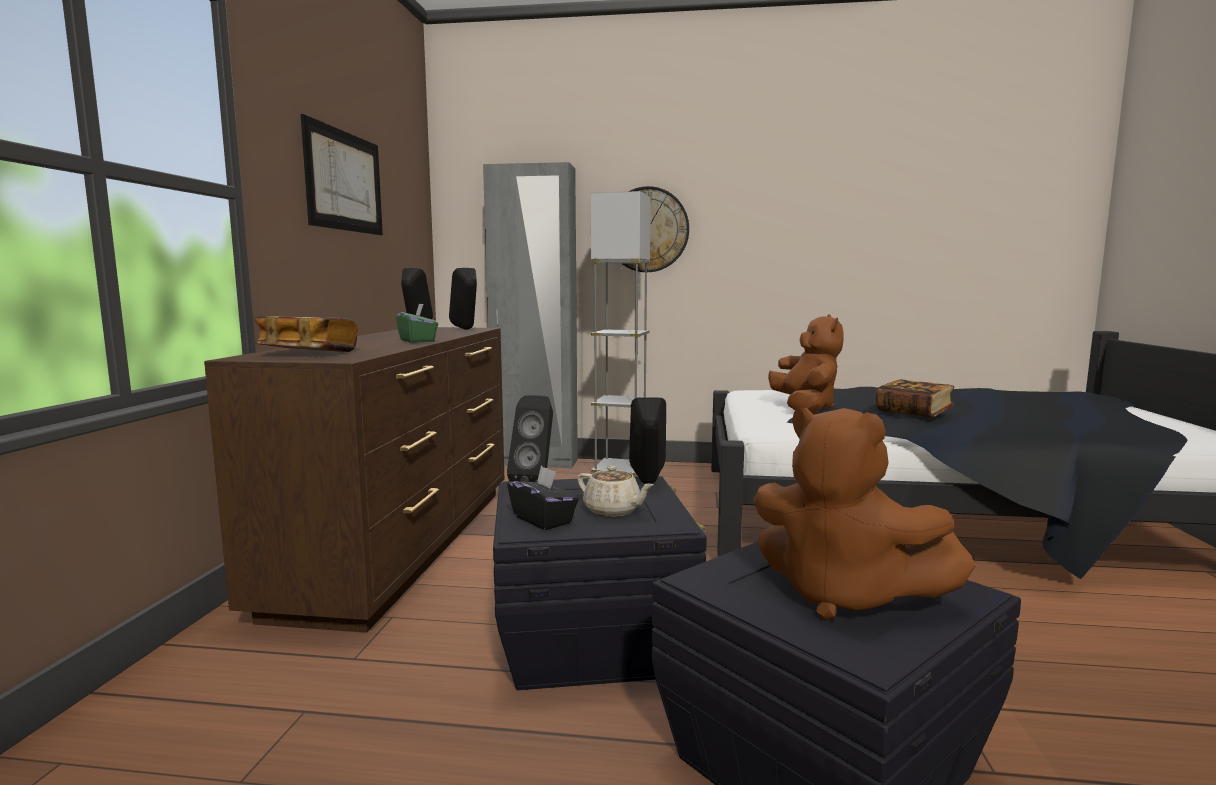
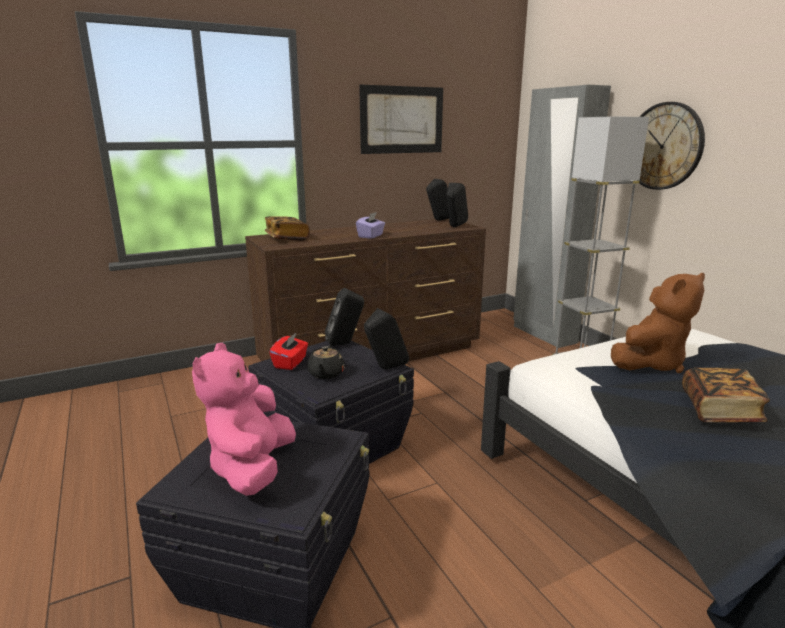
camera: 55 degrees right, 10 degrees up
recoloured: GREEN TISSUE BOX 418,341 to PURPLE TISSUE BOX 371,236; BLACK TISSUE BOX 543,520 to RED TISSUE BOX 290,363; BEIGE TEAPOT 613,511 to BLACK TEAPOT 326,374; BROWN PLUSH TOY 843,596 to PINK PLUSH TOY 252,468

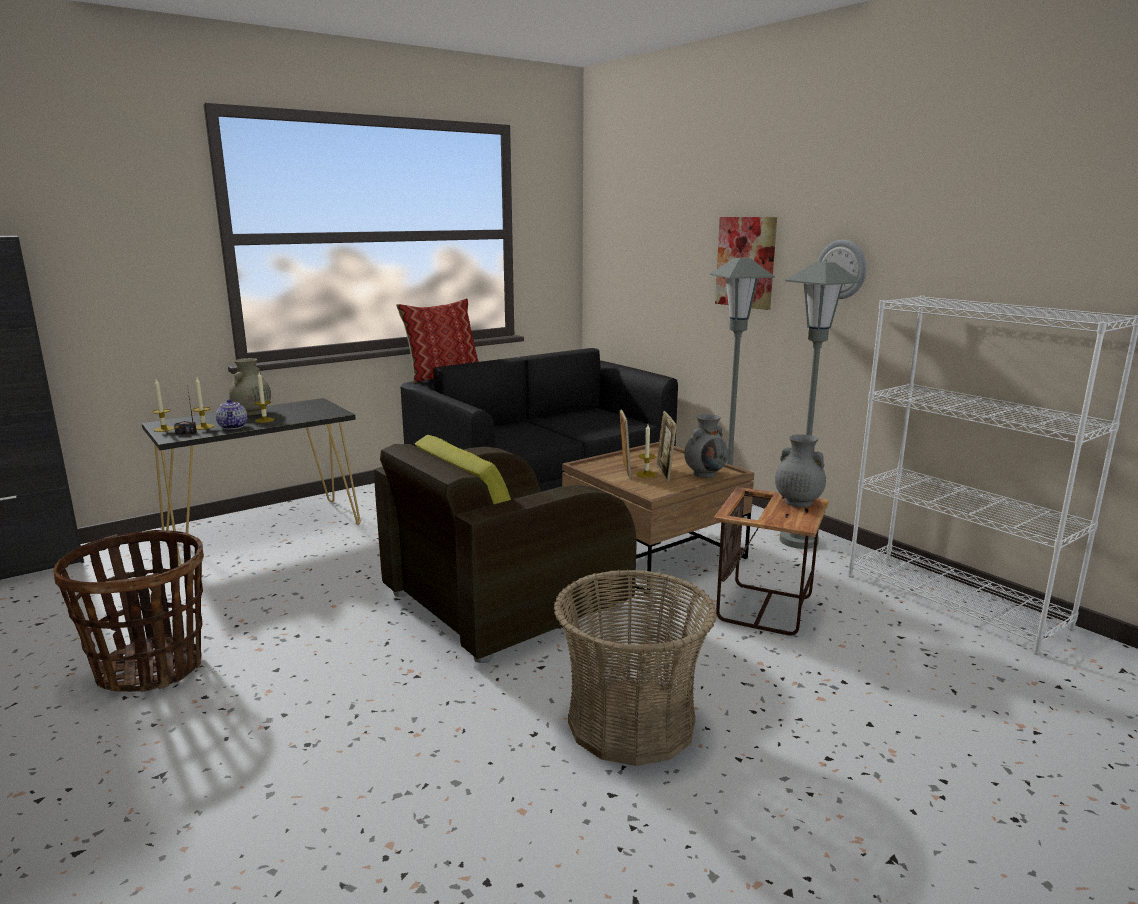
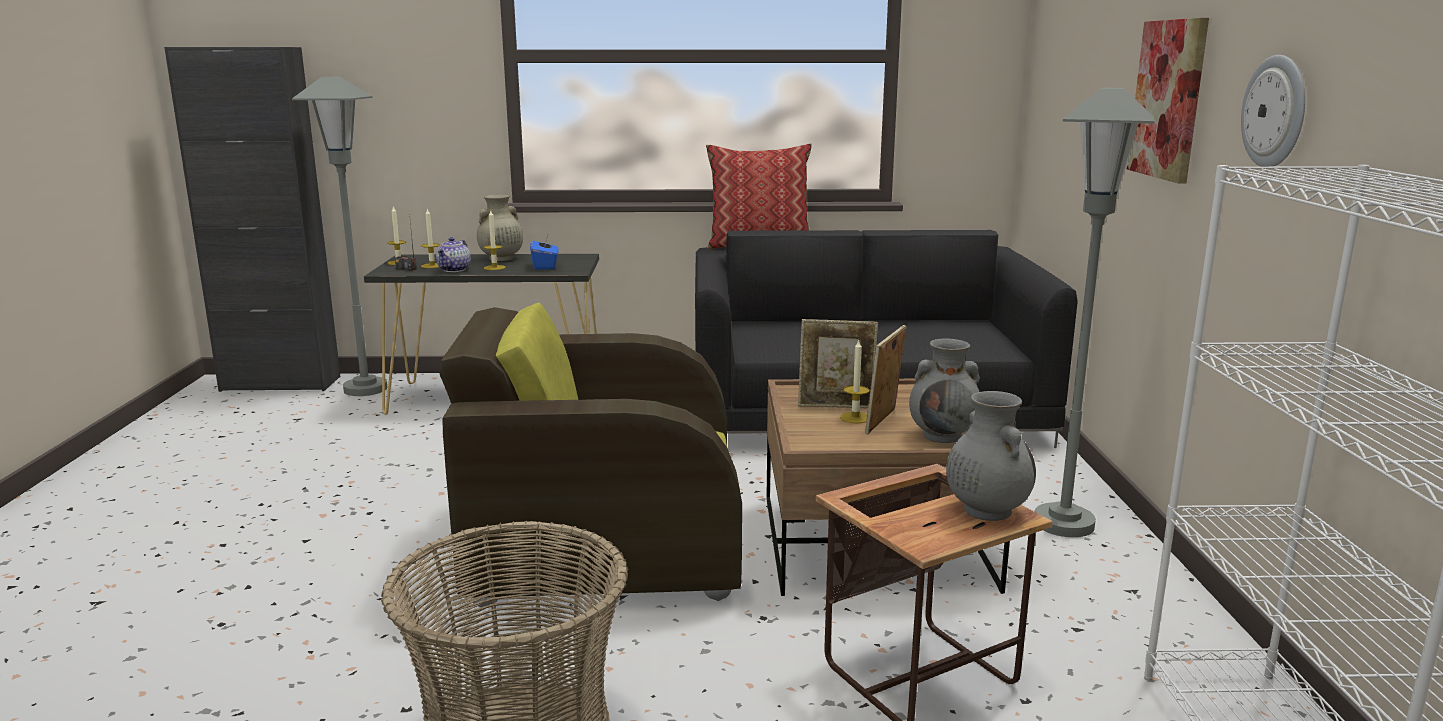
camera: 35 degrees right, 0 degrees up
removed: BASKET 151,668
added: BLUE TISSUE BOX 545,266
moved: GREY FLOOR LAMP 798,541 to 365,389
turned: PICTURE FRAME 625,470 = 836,406 60 degrees clockwise

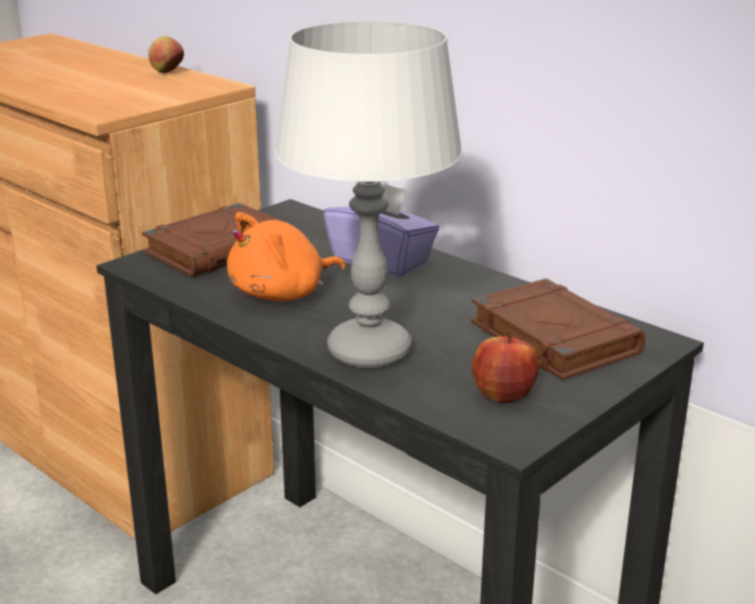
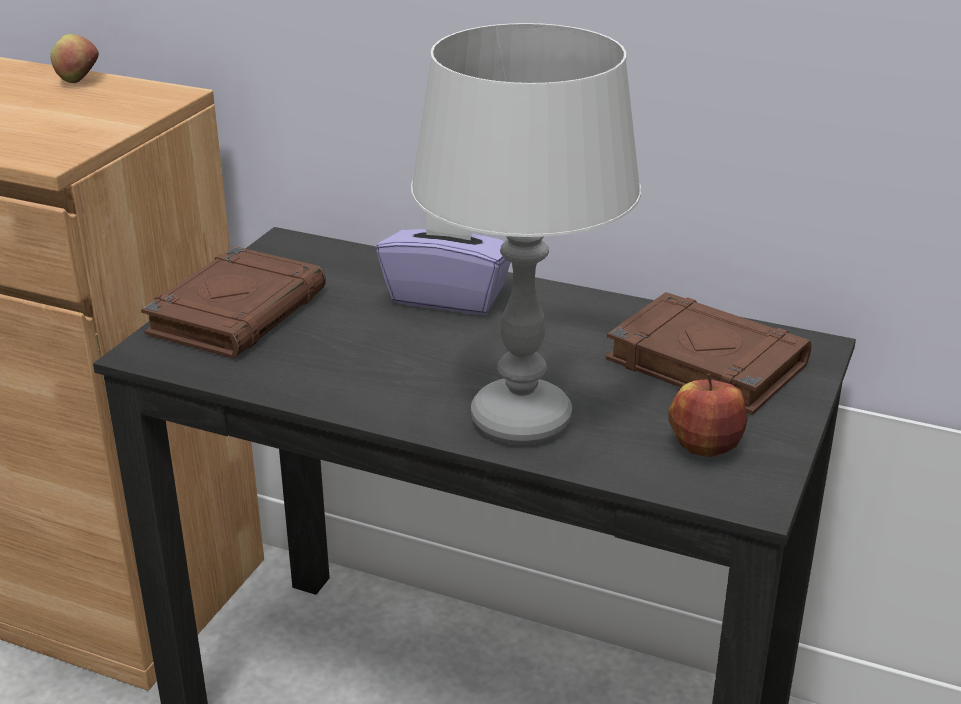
camera: 20 degrees left, 5 degrees up
removed: ORANGE PLUSH TOY 282,294

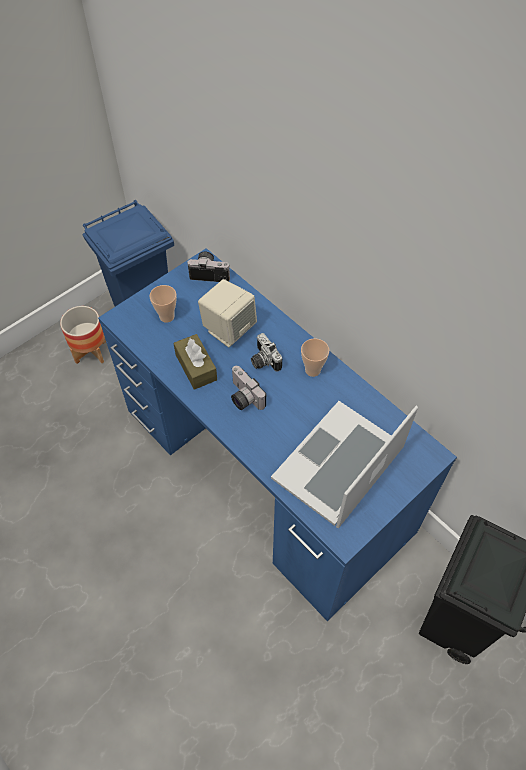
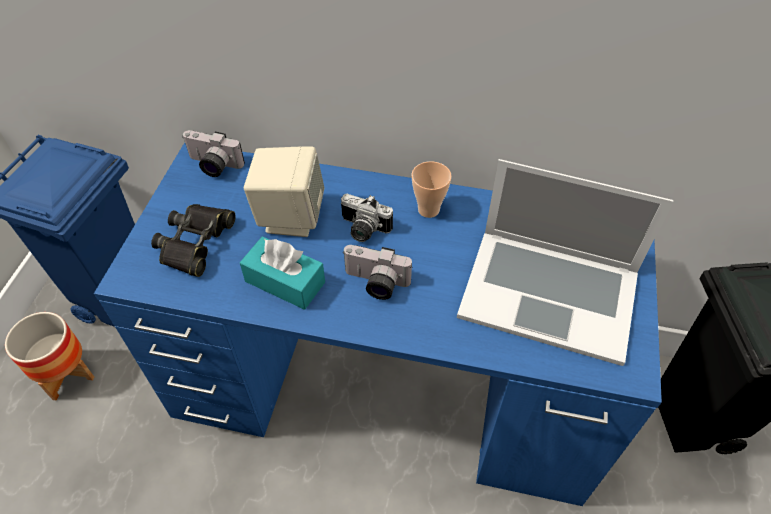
camera: 35 degrees left, 5 degrees down
replaced: CUP 167,316 to BLACK BINOCULARS 195,242
recoloured: BROWN TISSUE BOX 196,367 to TURQUOISE TISSUE BOX 285,282
turned: PHOTO CAMERA 210,272 = 213,166 135 degrees counterclockwise; LAPTOP 339,463 = 549,292 75 degrees counterclockwise

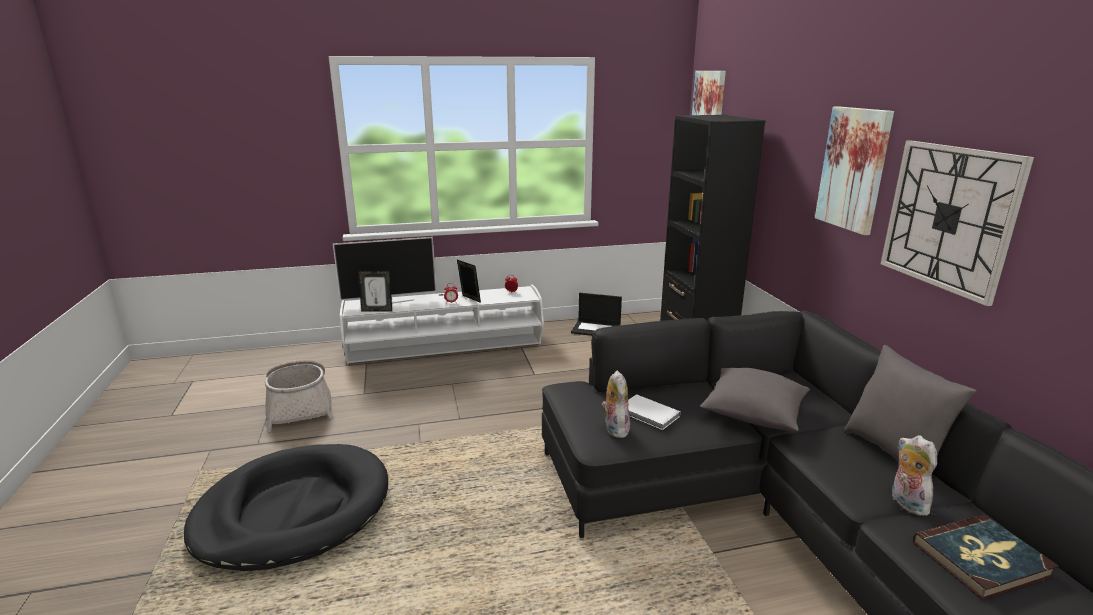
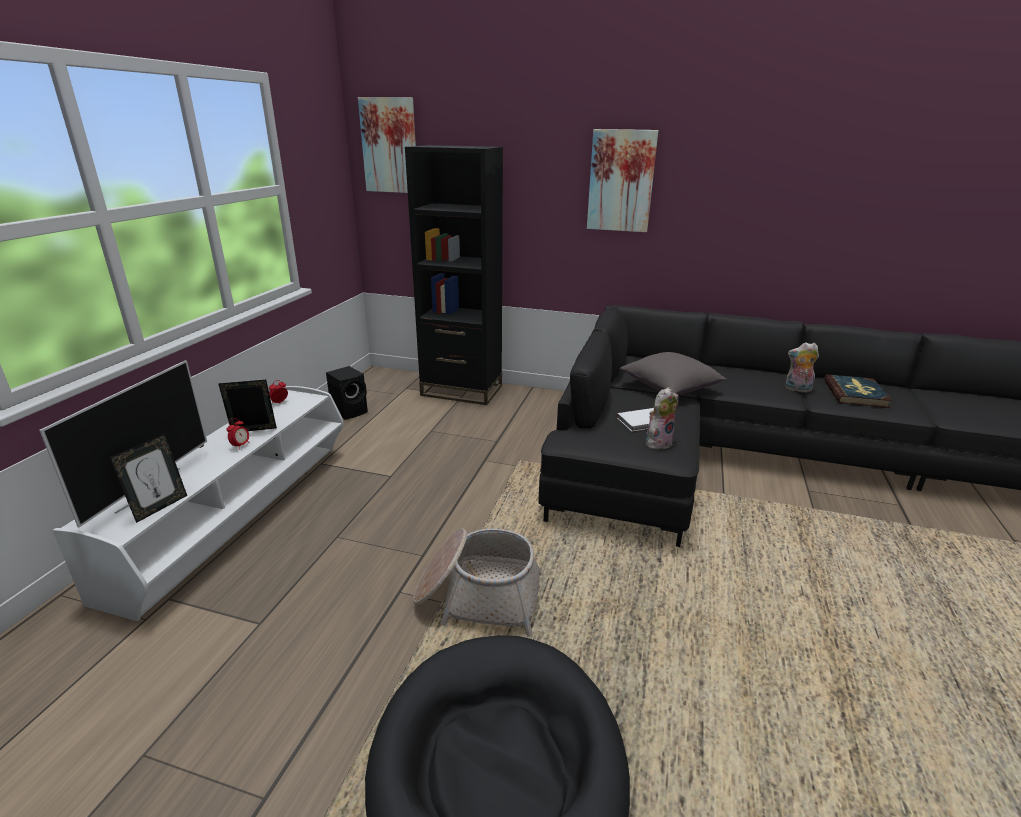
camera: 60 degrees left, 5 degrees up
removed: GREY PILLOW 893,452; WALL CLOCK 949,218
moved: BASKET 300,406 to 478,596
replaced: LAPTOP 596,329 to BLACK SPEAKER 350,411
turned: PLUSH TOY 614,428 = 658,442 120 degrees clockwise

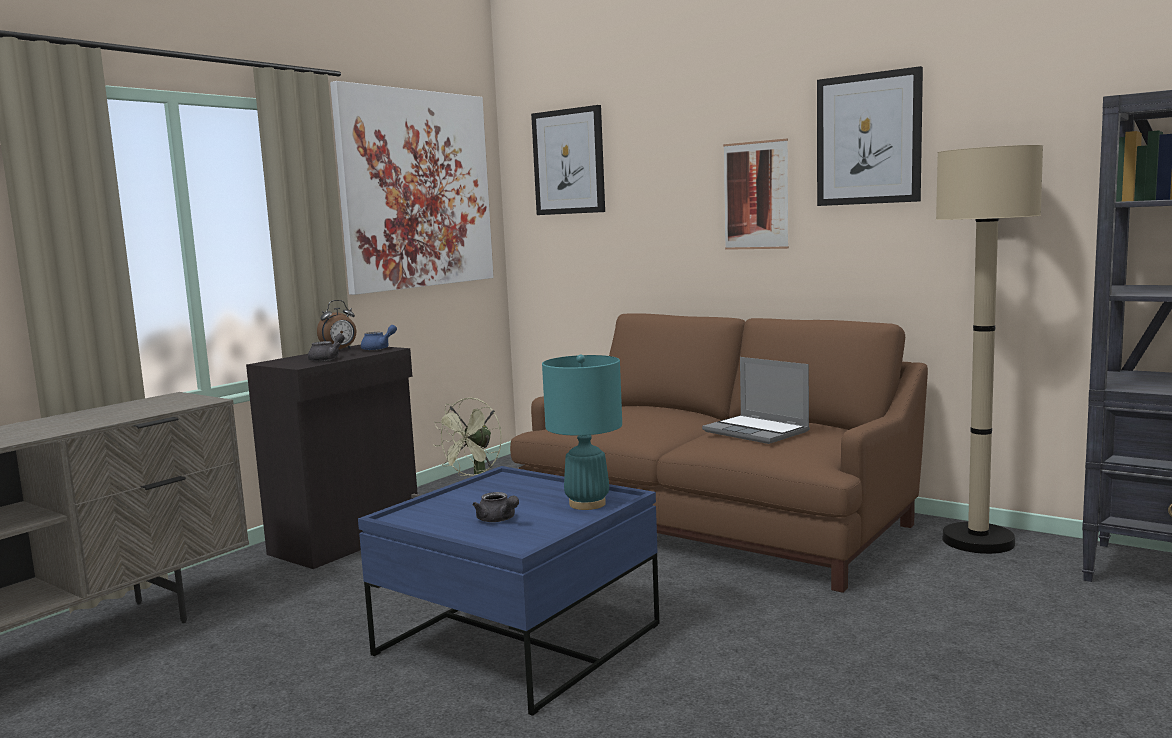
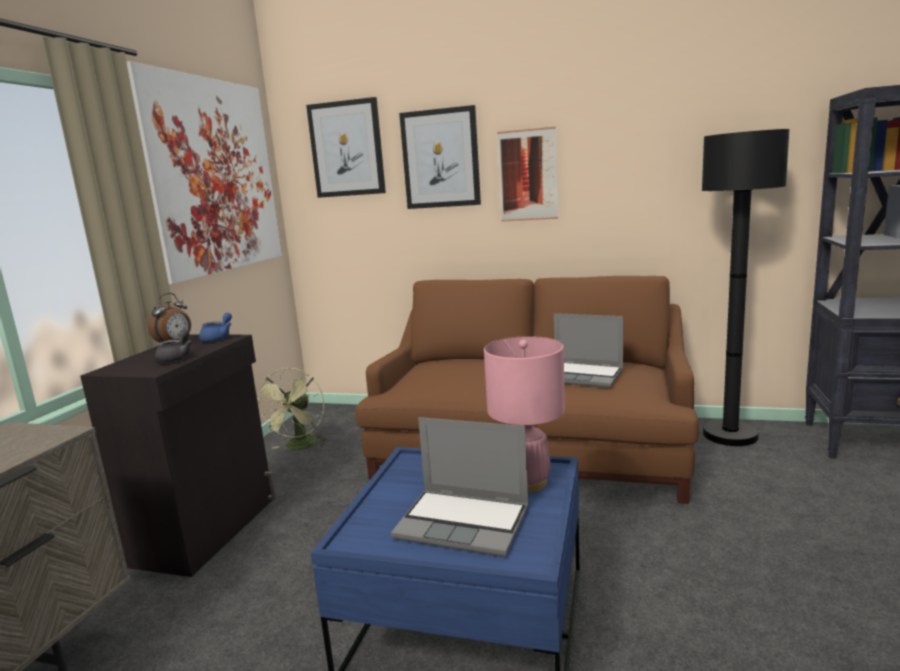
camera: 20 degrees left, 5 degrees up
moved: PICTURE 868,139 to 440,159
replaced: GREY TEAPOT 498,520 to LAPTOP 465,523
recoloured: TURQUOISE TABLE LAMP 587,504 to PINK TABLE LAMP 528,483; BEIGE FLOOR LAMP 978,541 to BLACK FLOOR LAMP 730,435

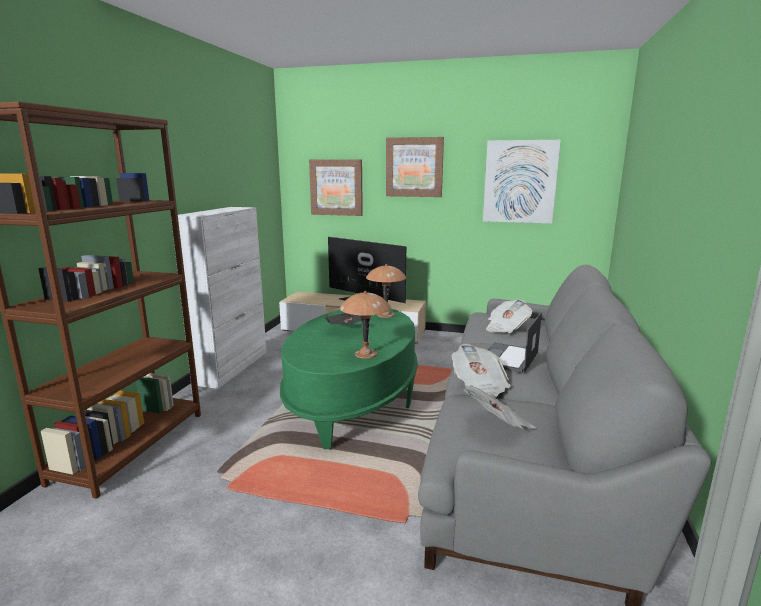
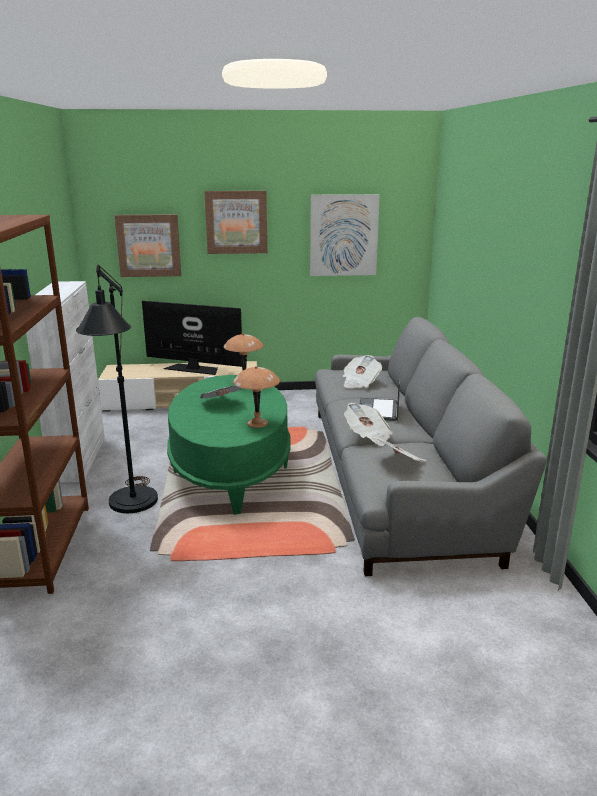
camera: 20 degrees left, 5 degrees up
added: BLACK FLOOR LAMP 131,508

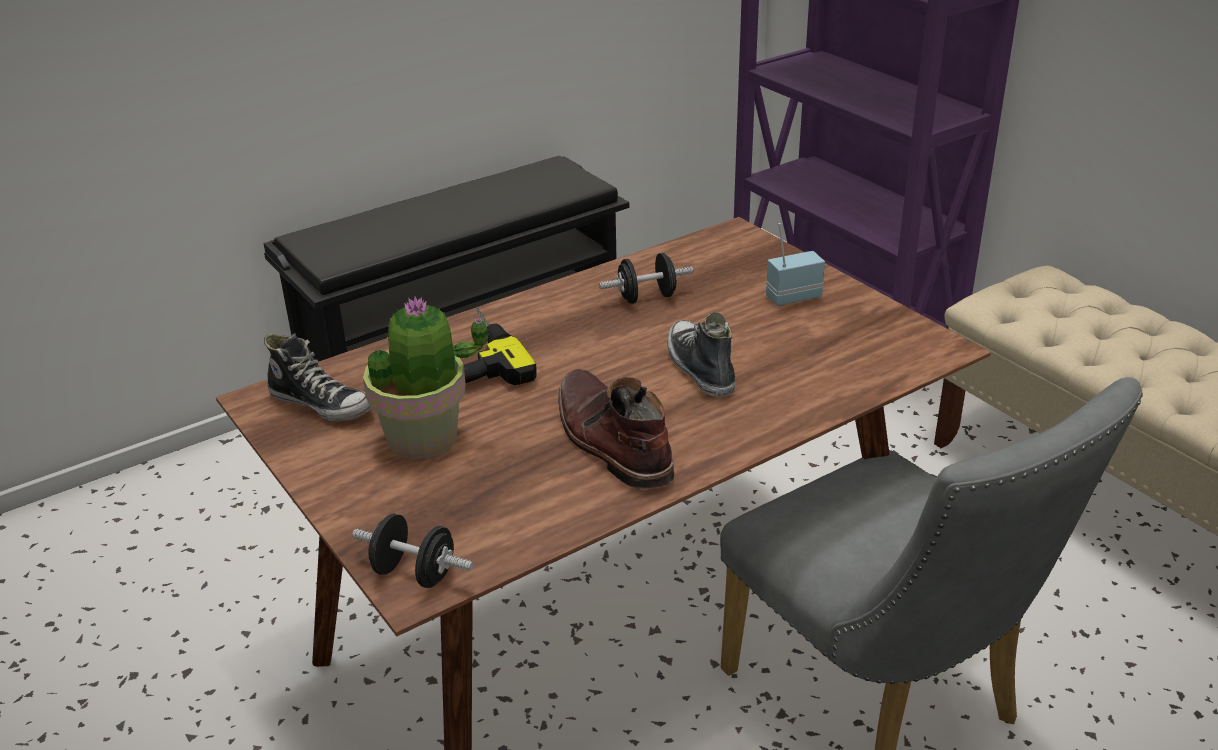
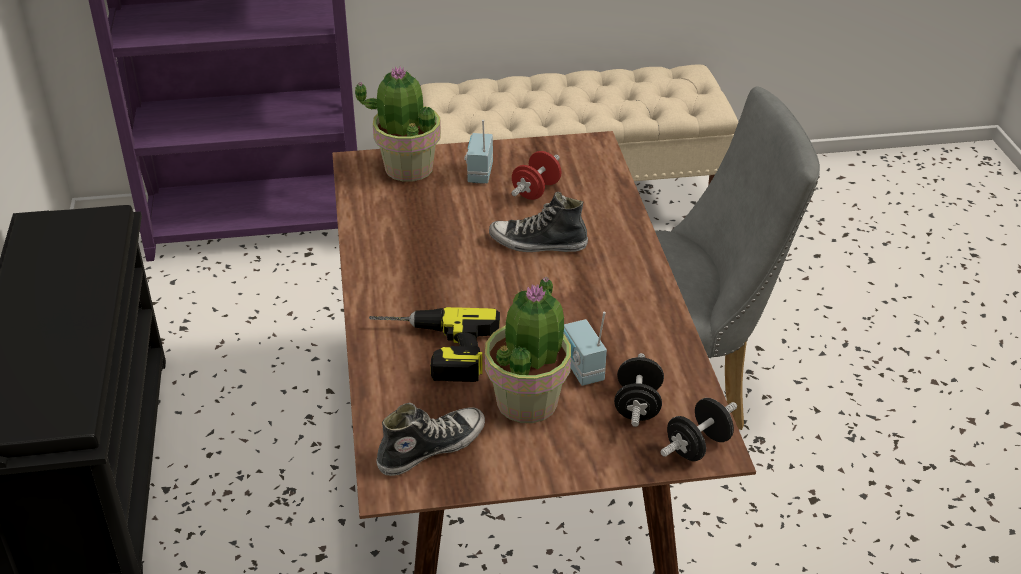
camera: 65 degrees left, 5 degrees up
removed: BROWN BOOT 611,441
added: POTTED PLANT 408,168; RED DUMBBELL 536,191; RADIO 581,369
moved: BLACK DUMBBELL 647,297 to 637,406

